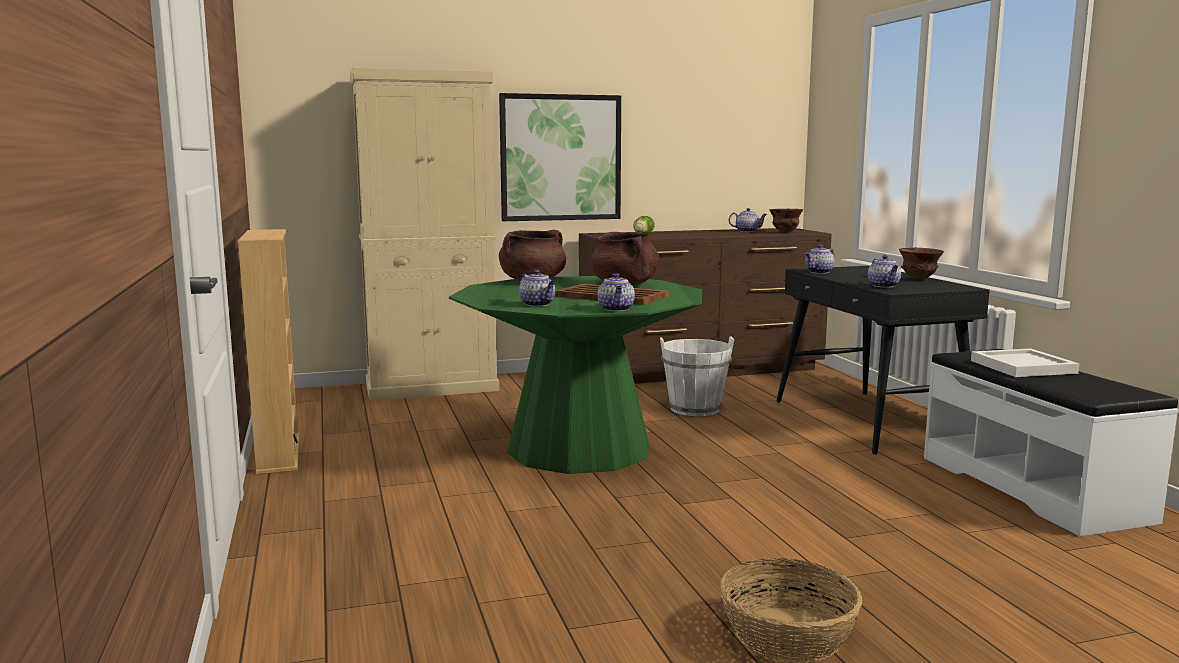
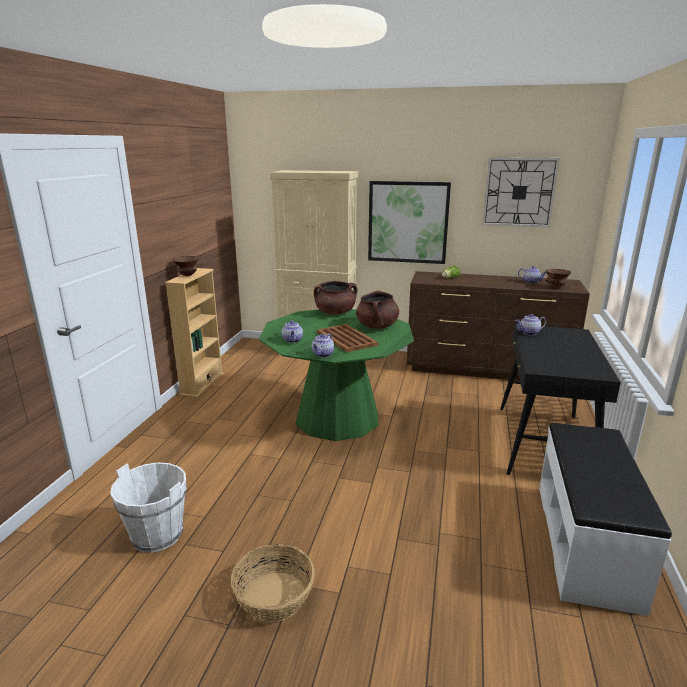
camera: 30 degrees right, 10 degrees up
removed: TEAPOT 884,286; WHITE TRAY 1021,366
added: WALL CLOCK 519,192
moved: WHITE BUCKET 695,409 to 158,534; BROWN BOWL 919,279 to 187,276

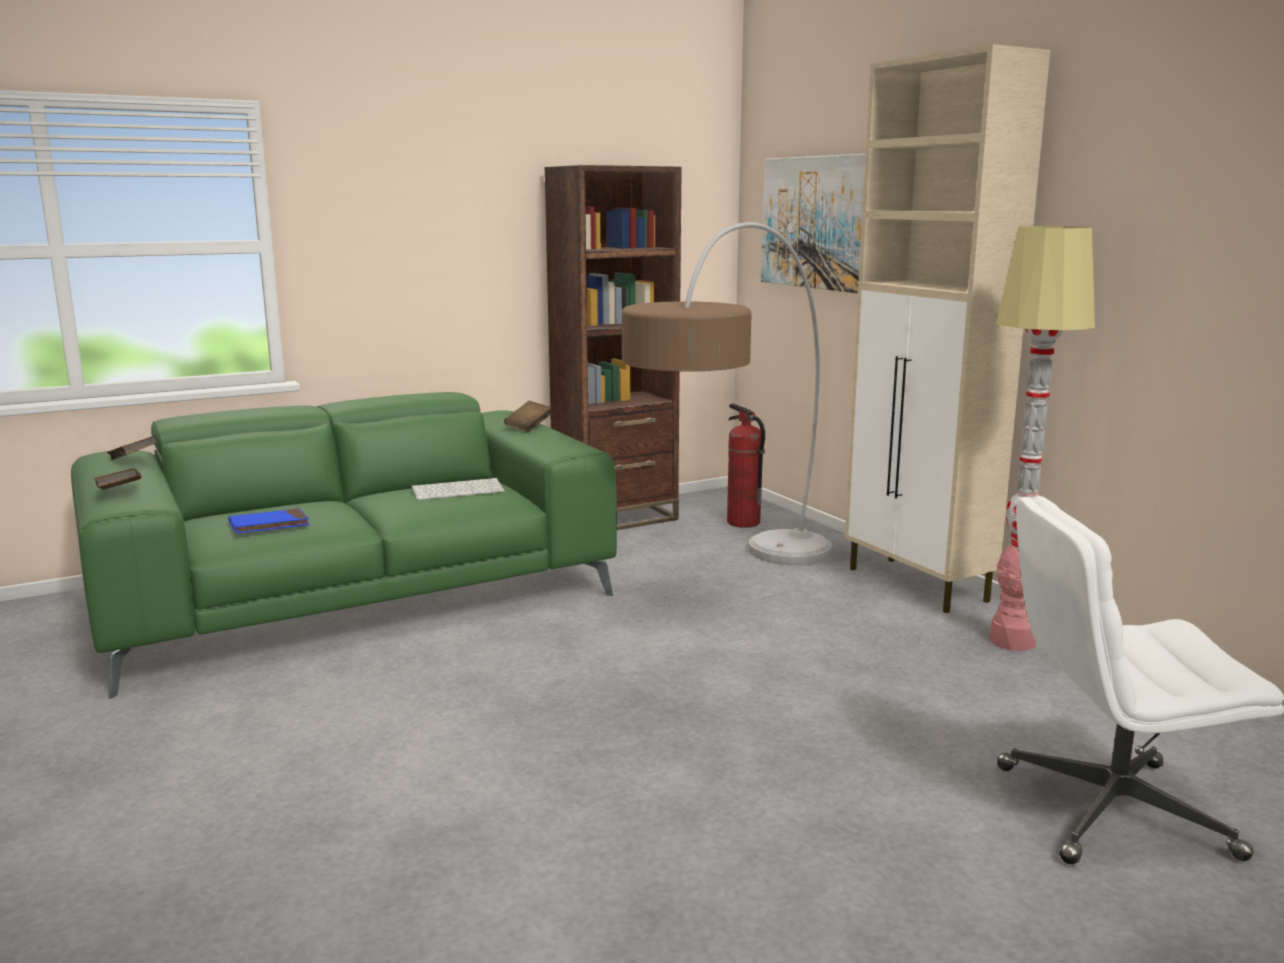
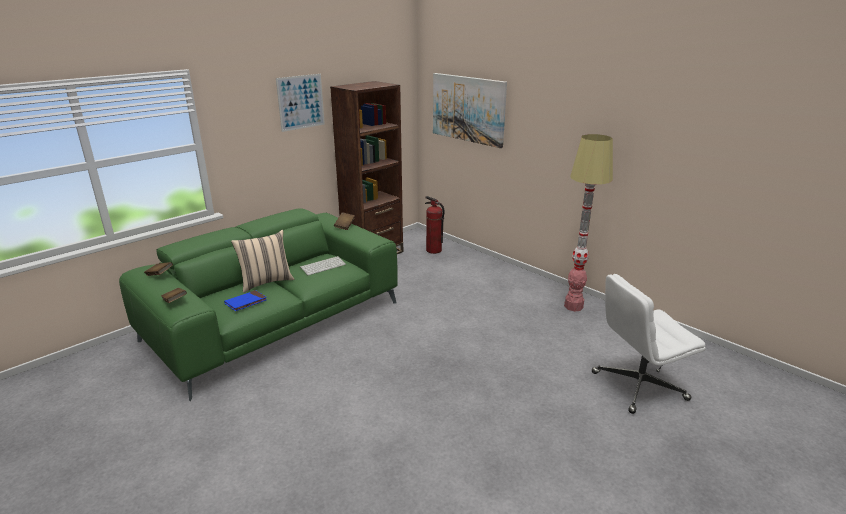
camera: 15 degrees left, 10 degrees up
removed: FLOOR LAMP 731,584; BEIGE CABINET 918,585
added: BEIGE PILLOW 266,282; PICTURE 301,102

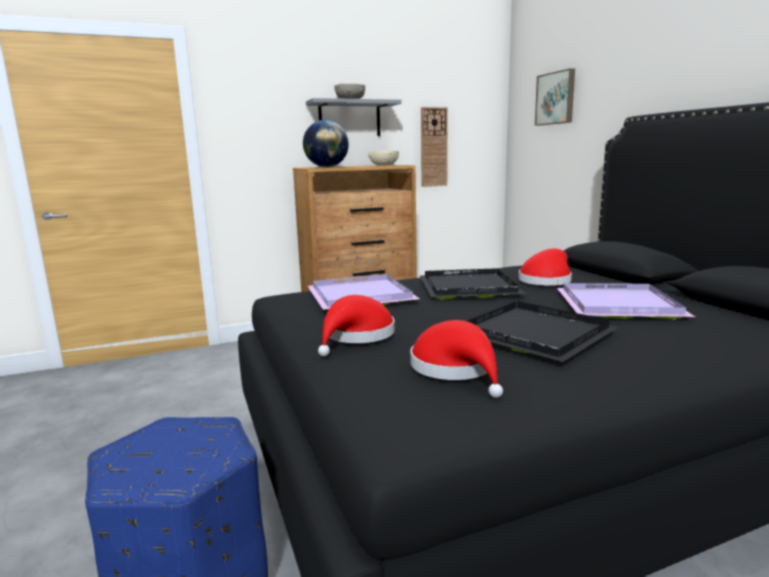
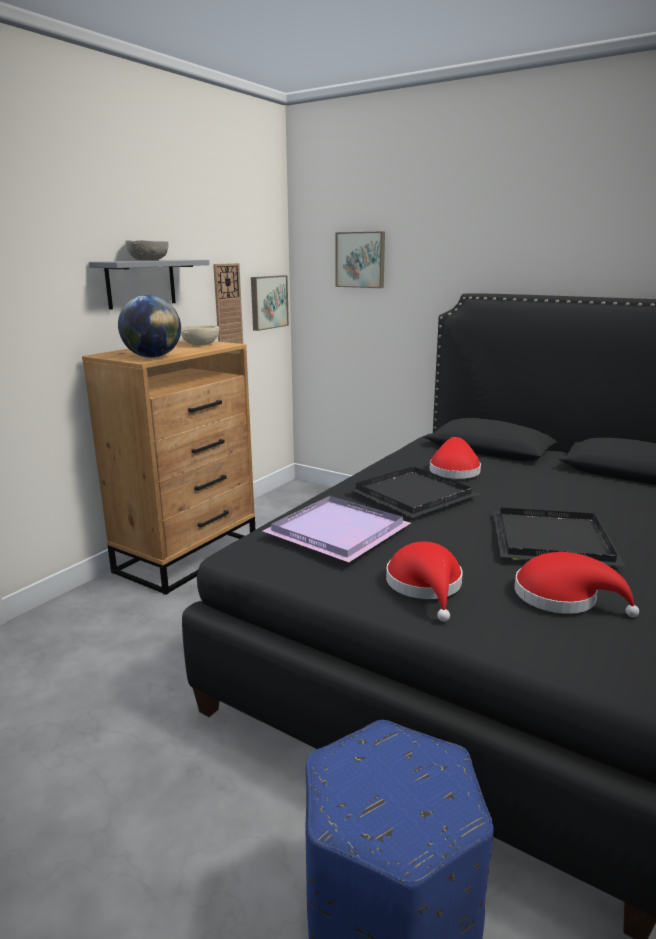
camera: 35 degrees left, 5 degrees up
removed: PURPLE TRAY 620,306
added: PICTURE 268,302

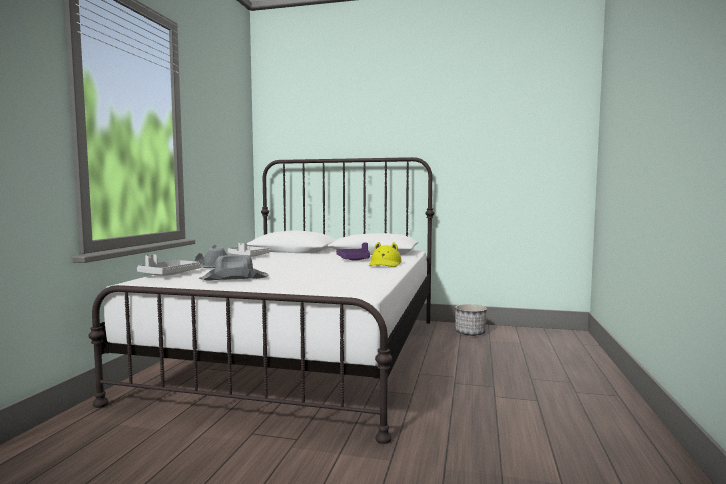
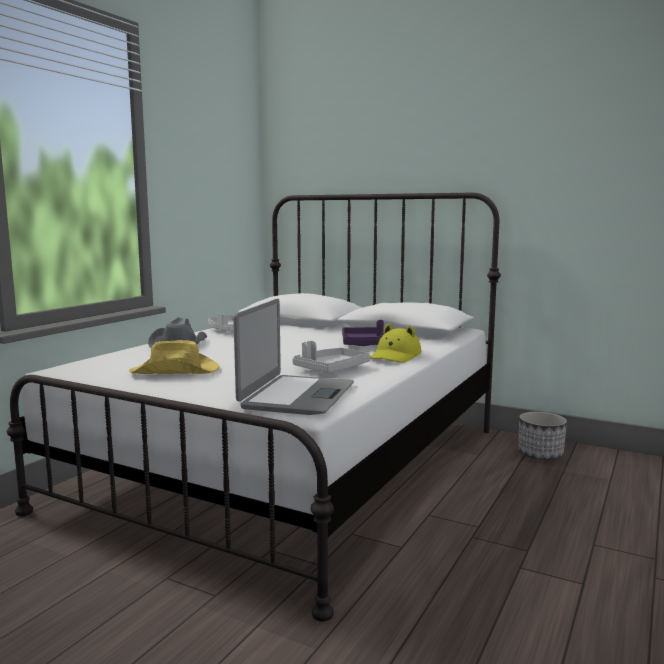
camera: 15 degrees right, 5 degrees up
added: LAPTOP 297,396
moved: GREY TRAY 169,274 to 331,369
recoloured: GREY HAT 235,278 to YELLOW HAT 176,371

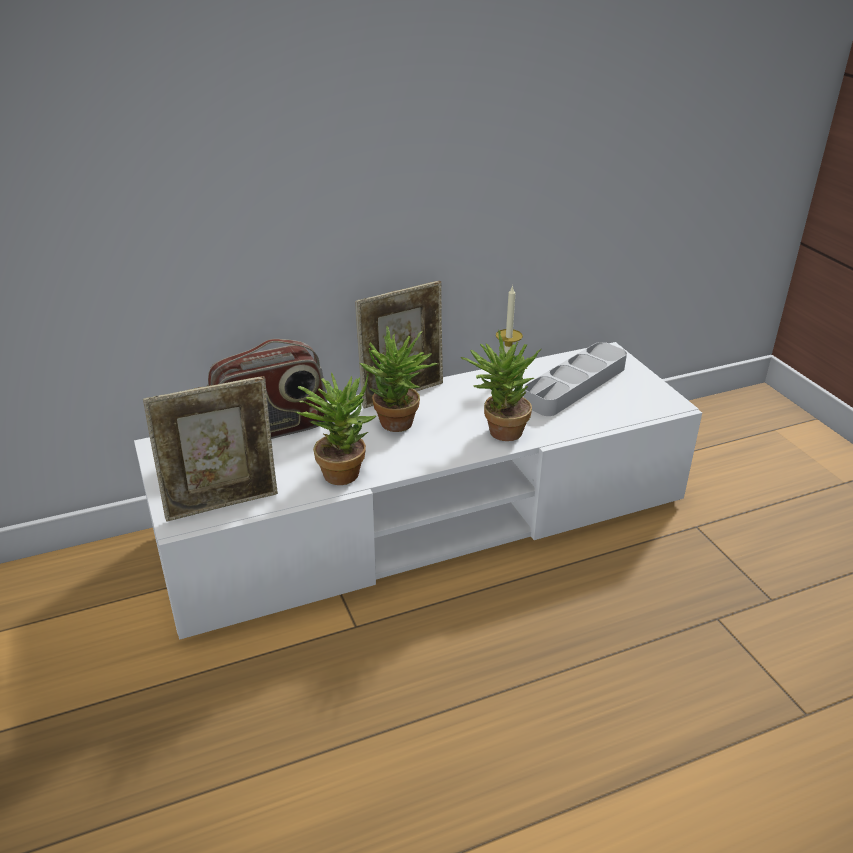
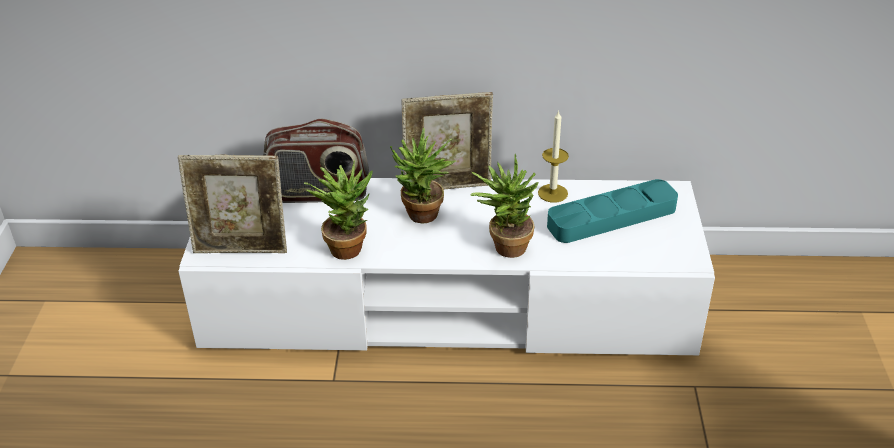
camera: 25 degrees right, 5 degrees up
recoloured: GREY TRAY 575,385 to TURQUOISE TRAY 611,217

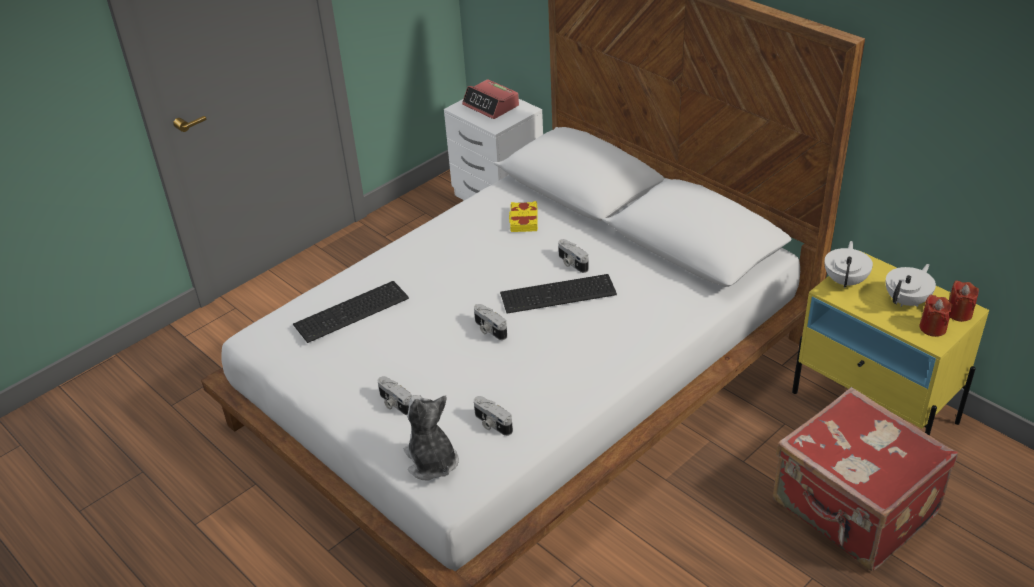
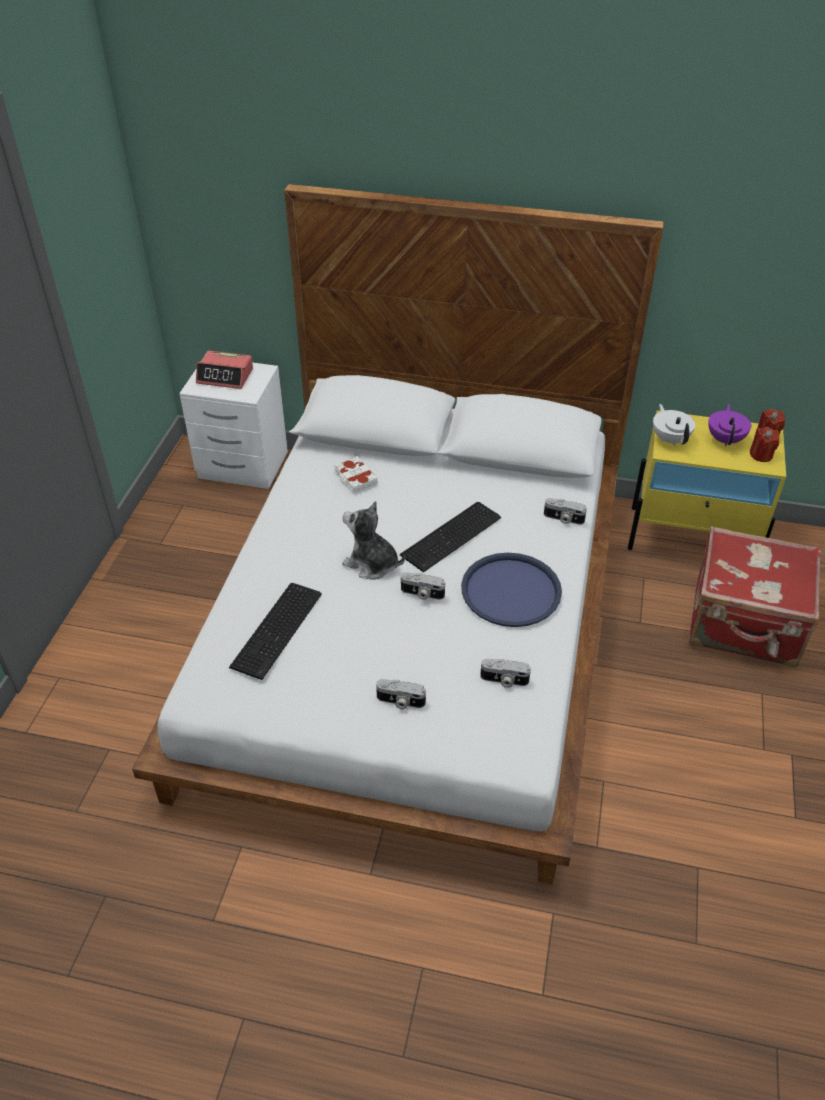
camera: 35 degrees left, 5 degrees up
added: BLUE TRAY 511,591
moved: PLUSH TOY 431,461 to 372,564; PHOTO CAMERA 571,263 to 563,519
recoloured: YELLOW BOOK 523,220 to WHITE BOOK 355,478; WHITE TEAPOT 907,301 to PURPLE TEAPOT 725,439

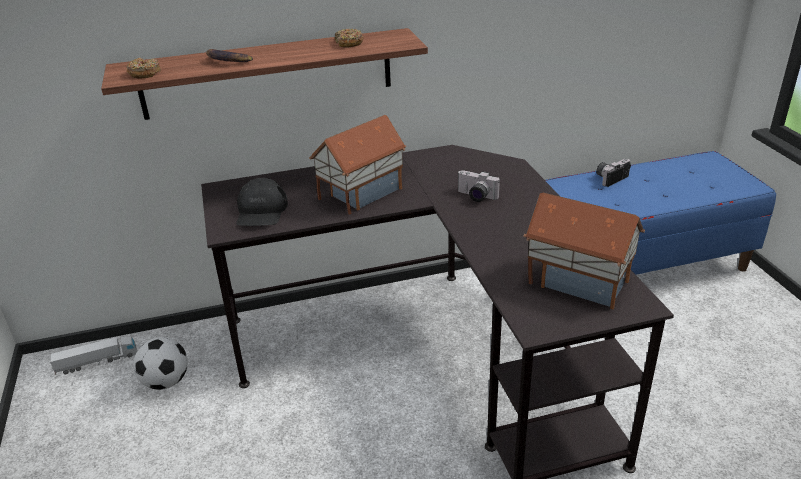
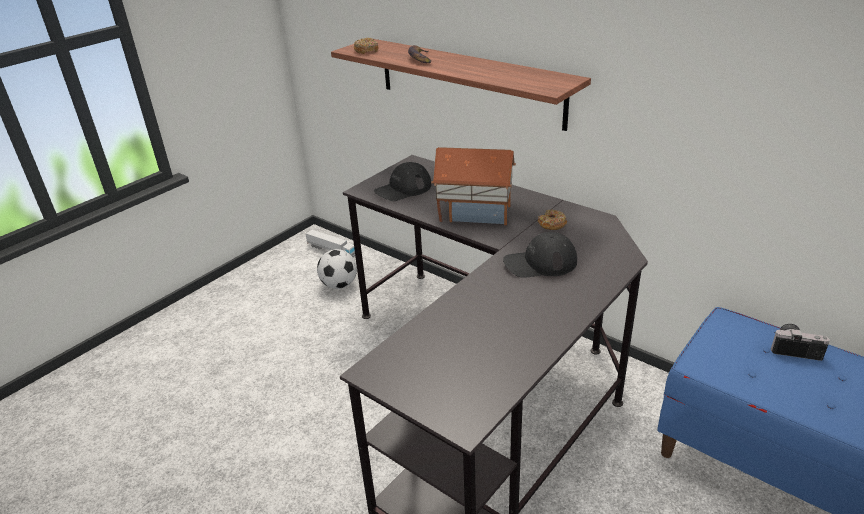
camera: 55 degrees right, 0 degrees up
removed: TOY HOUSE 578,280
moved: DONUT 349,43 to 552,224
replaced: PHOTO CAMERA 475,197 to BLACK CAP 540,263

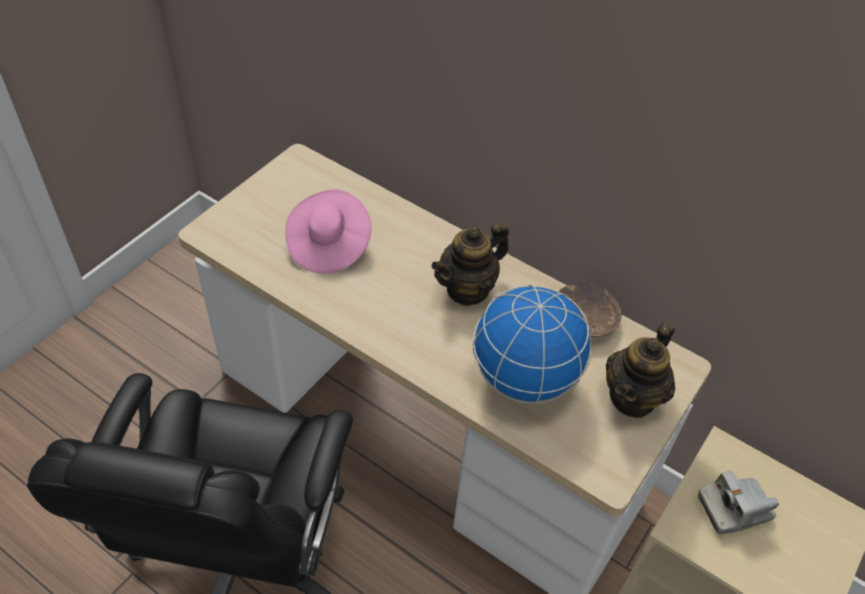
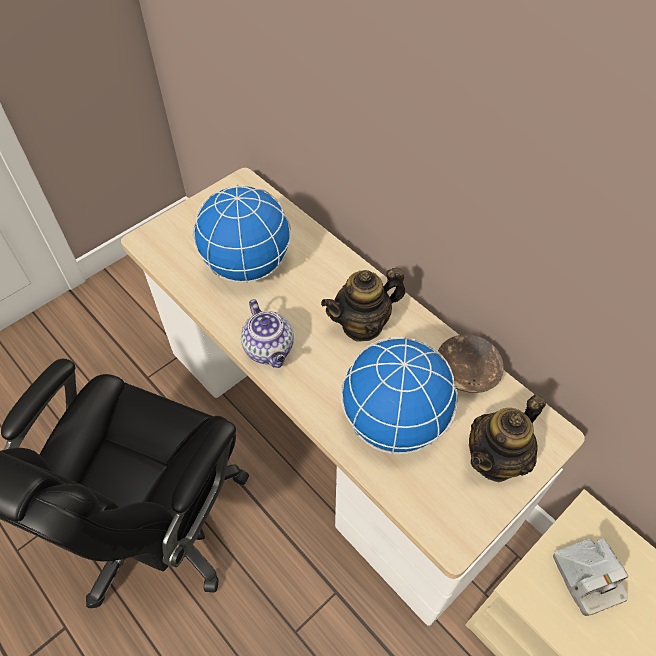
camera: 15 degrees right, 5 degrees up
added: TEAPOT 270,349
replaced: PINK HAT 328,245 to GLOBE 246,266
turned: PHOTO CAMERA 734,508 = 585,578 105 degrees counterclockwise

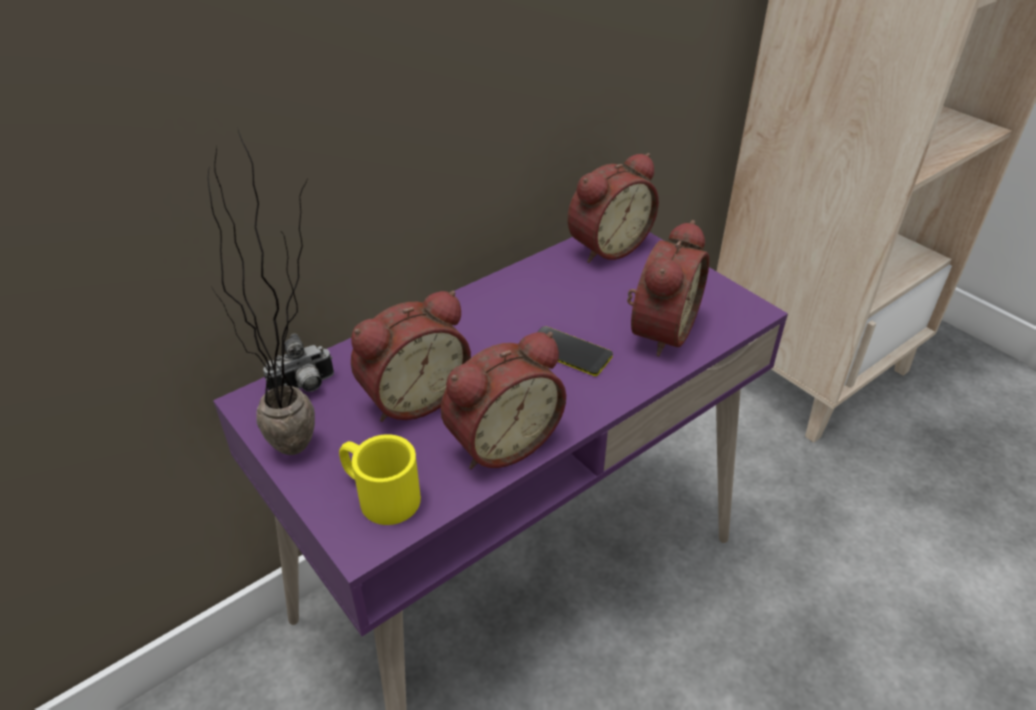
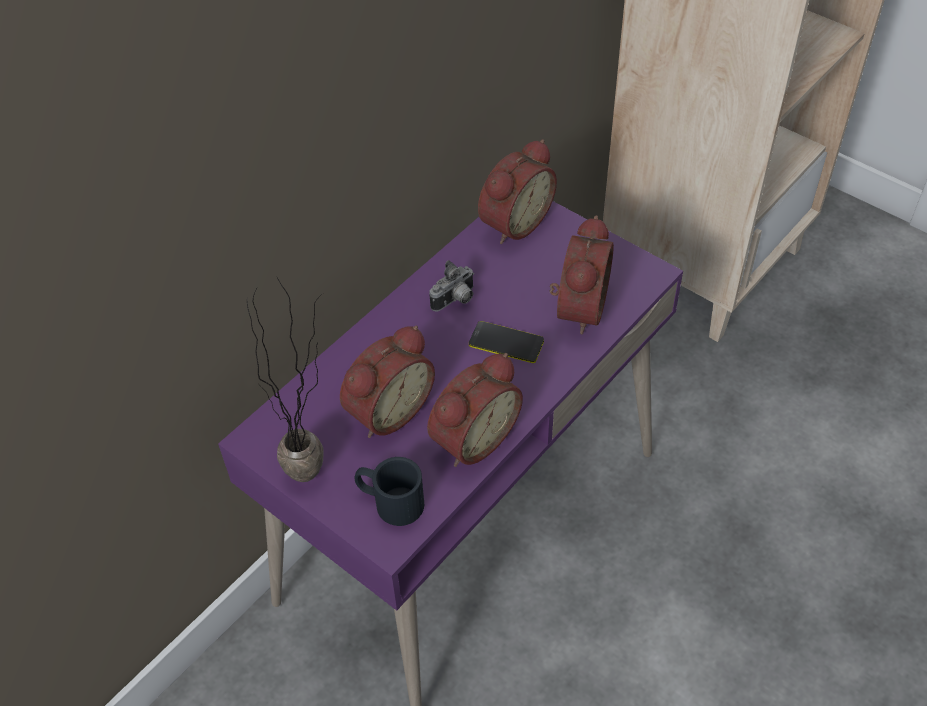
camera: 10 degrees left, 10 degrees up
moved: PHOTO CAMERA 304,388 to 455,300
recoloured: YELLOW MUG 379,494 to BLACK MUG 390,501

